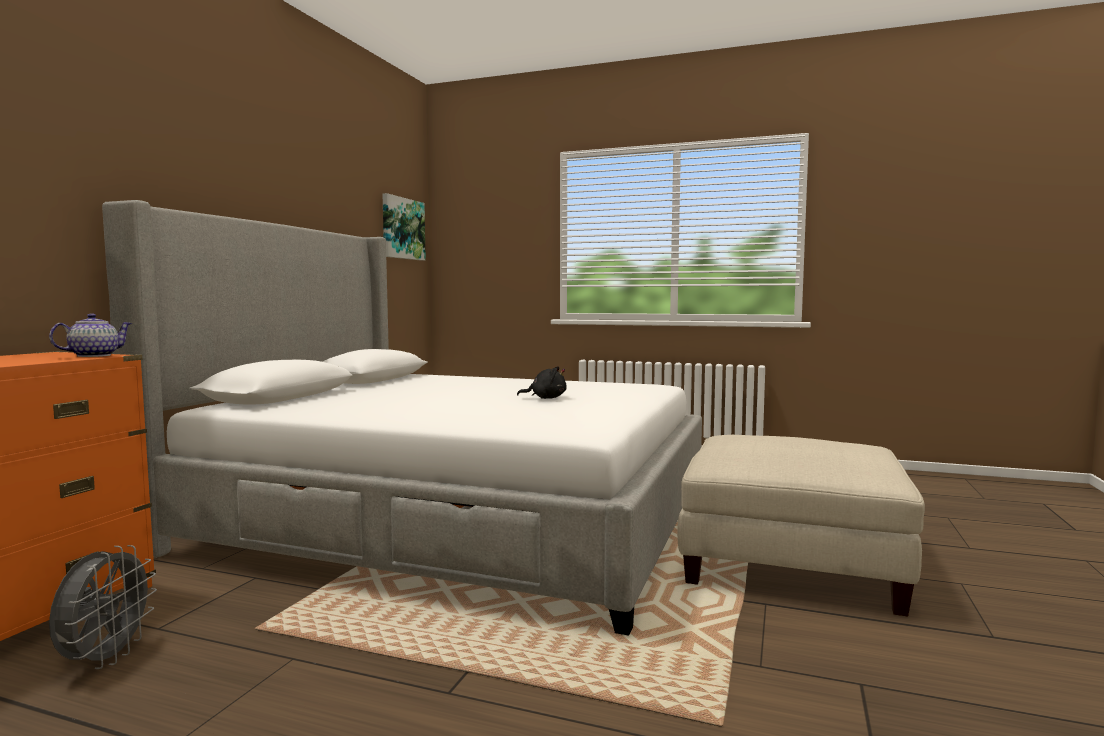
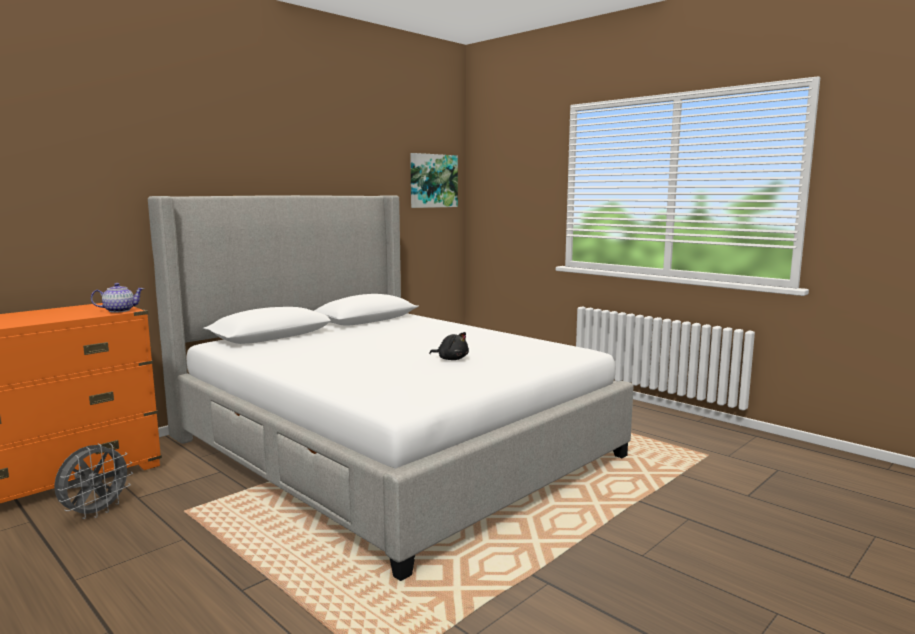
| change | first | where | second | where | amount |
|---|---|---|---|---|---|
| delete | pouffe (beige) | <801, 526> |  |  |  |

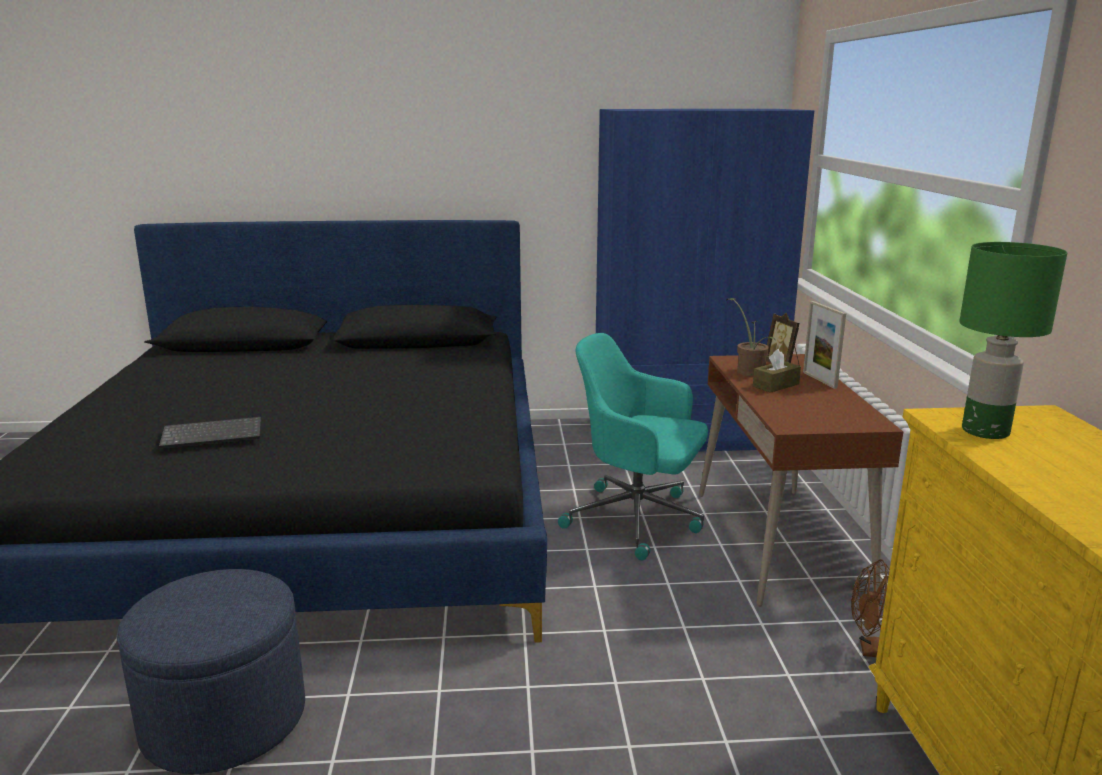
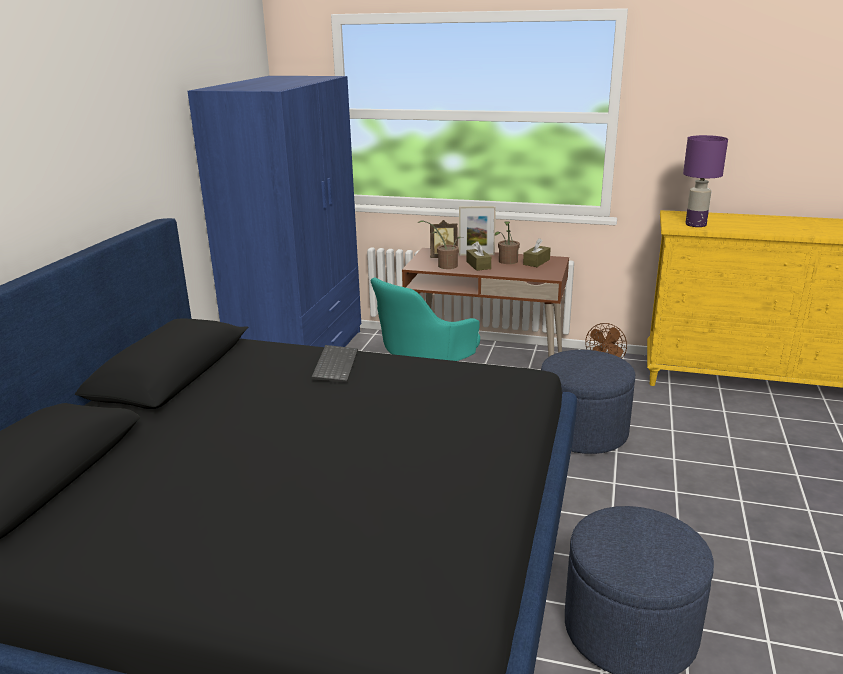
| change | first | where | second | where | amount |
|---|---|---|---|---|---|
| move | PC keyboard | <210, 433> |  | <334, 364> |  |
| insert |  |  | plant in a pot | <507, 242> |  |
| insert |  |  | tissue box (brown-coloured) | <537, 252> |  |
| insert |  |  | pouffe (bluish) | <588, 402> |  |
| recolor | tabletop lamp (green) | <1013, 340> | tabletop lamp (purple) | <705, 181> |  |

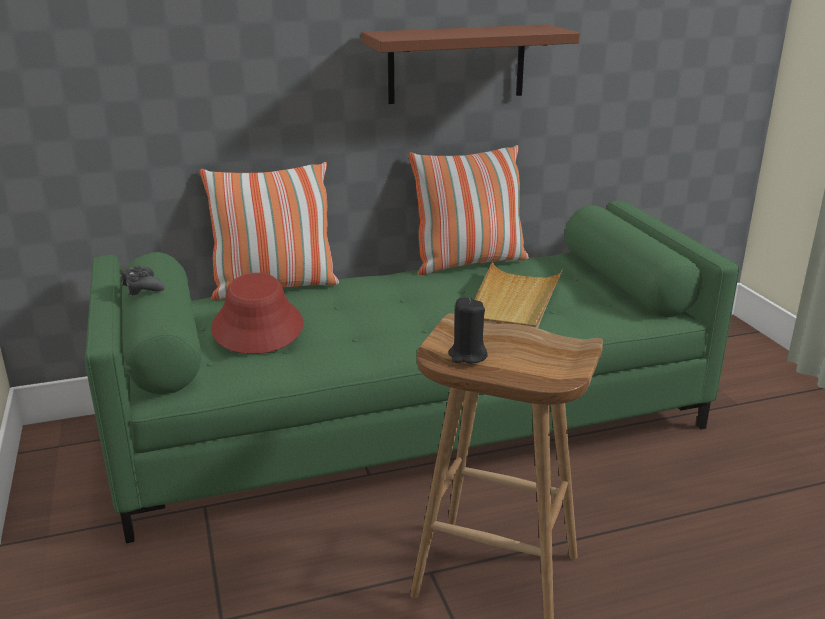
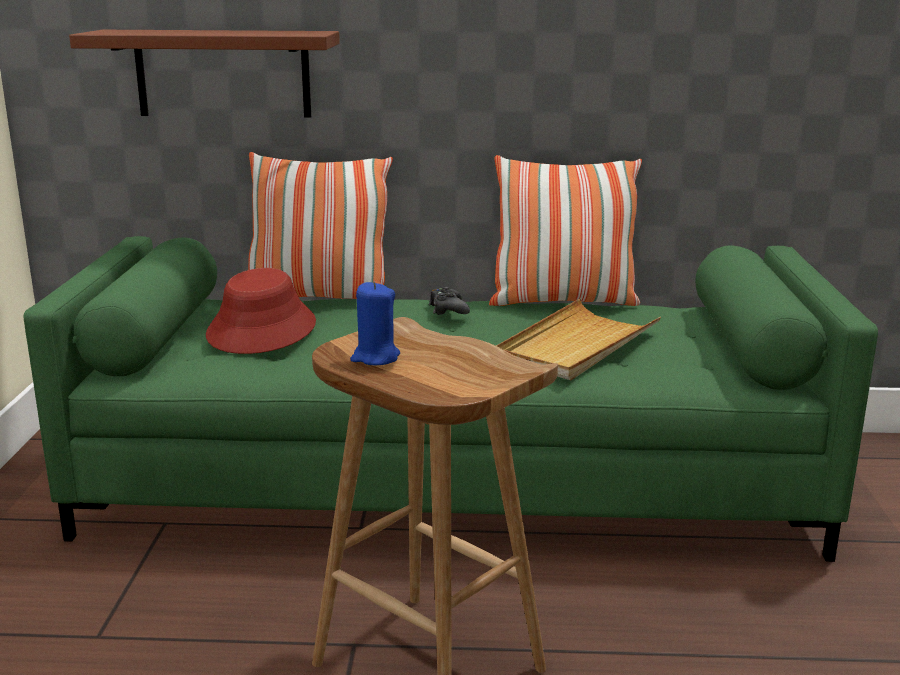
| change | first | where | second | where | amount |
|---|---|---|---|---|---|
| move | wall shelf (brown-coloured) | <470, 64> |  | <204, 74> |  |
| recolor | wax light (black) | <467, 331> | wax light (bluish) | <375, 323> |  |
| move | game controller (black) | <143, 280> |  | <449, 301> |  |

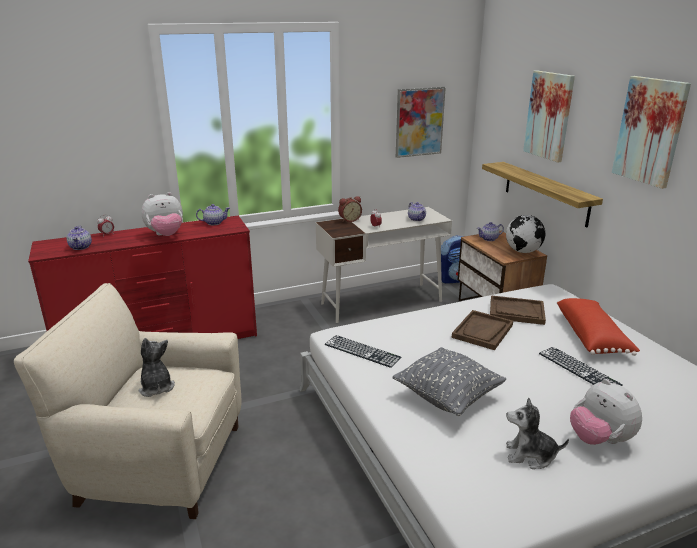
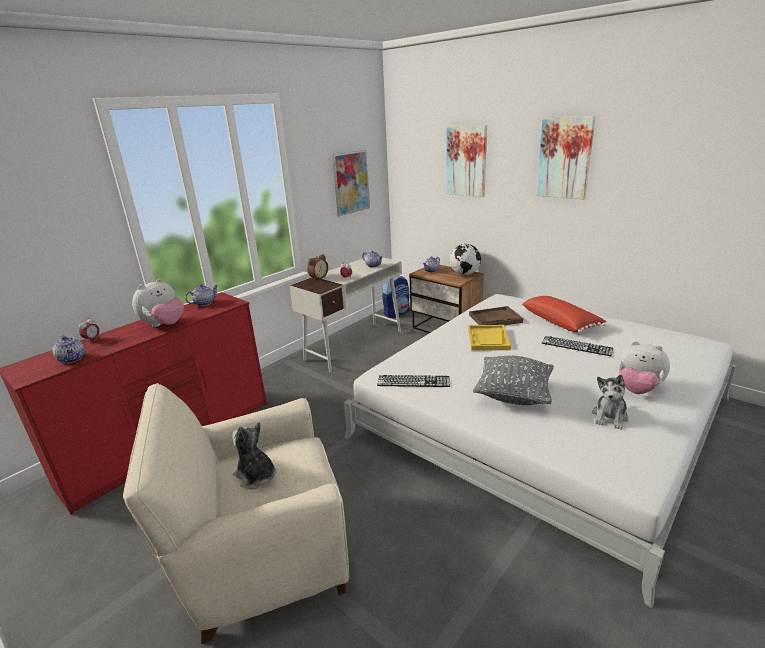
| change | first | where | second | where | amount |
|---|---|---|---|---|---|
| recolor | serving tray (brown-coloured) | <482, 330> | serving tray (yellowish) | <489, 337> |  |
| rotate | cuddly toy | <537, 433> |  | <610, 402> | 45 degrees counterclockwise |
| delete | wall shelf | <542, 195> |  |  |  |

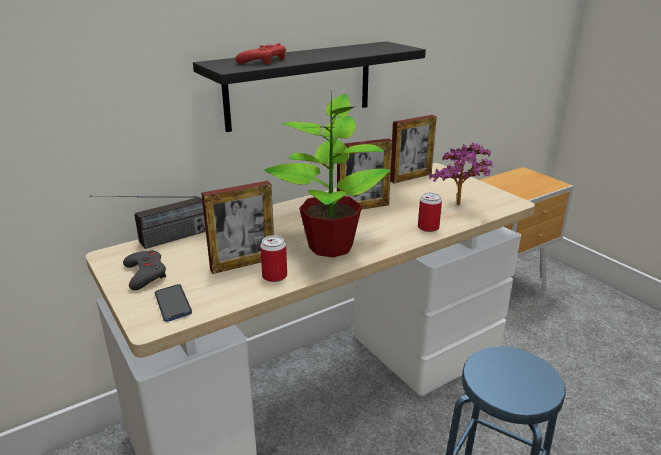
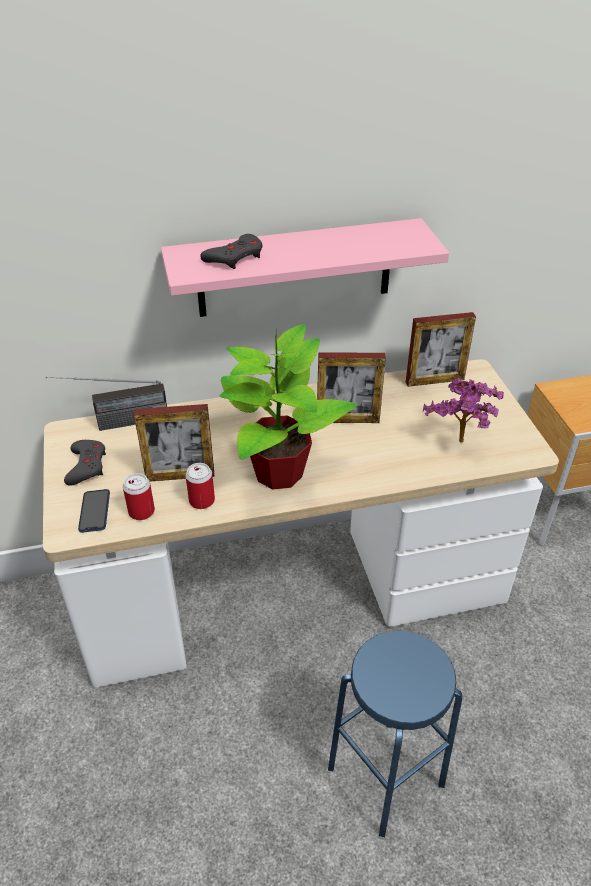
| change | first | where | second | where | amount |
|---|---|---|---|---|---|
| move | metal can | <430, 212> |  | <139, 496> |  |
| recolor | wall shelf (black) | <309, 86> | wall shelf (pink) | <305, 267> |  |
| recolor | game controller (red) | <260, 53> | game controller (grey) | <231, 251> |  |

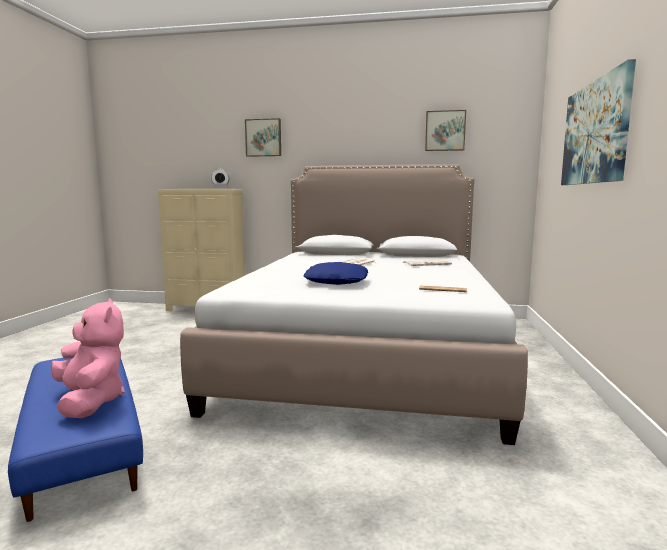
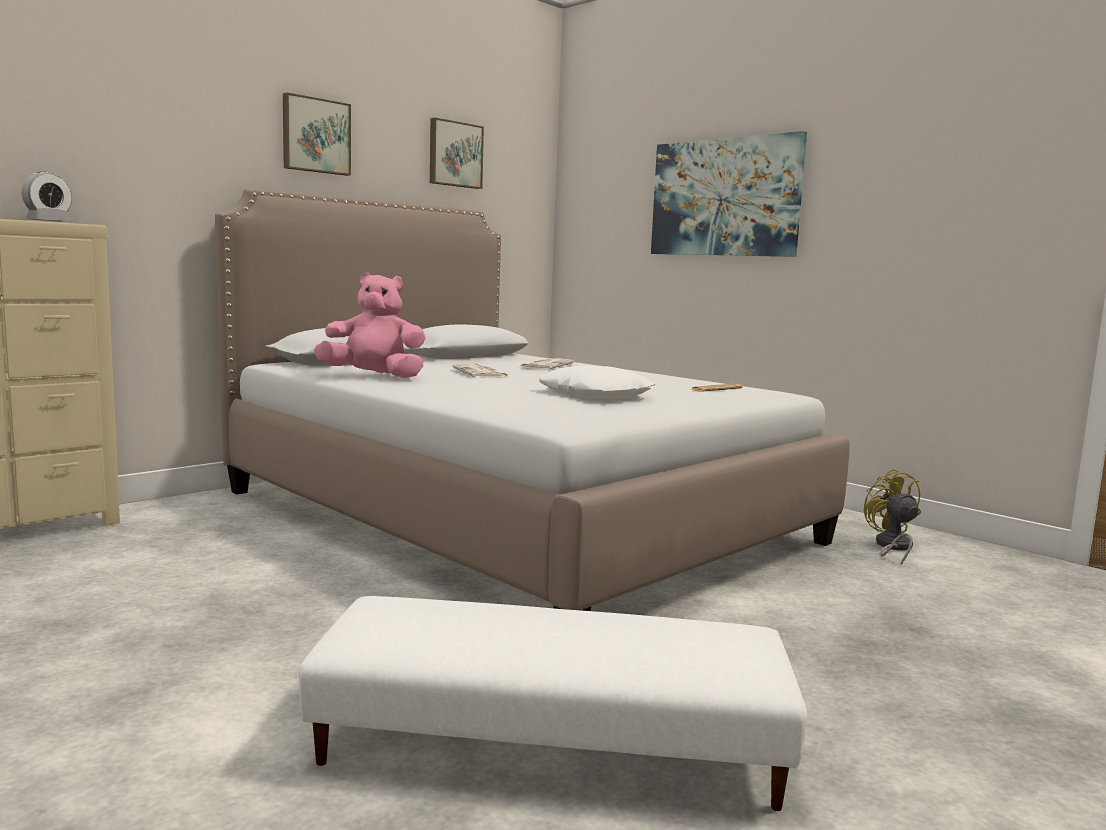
| change | first | where | second | where | amount |
|---|---|---|---|---|---|
| move | wall picture | <263, 137> |  | <317, 134> |  |
| recolor | pouffe (bluish) | <75, 440> | pouffe (whitish) | <553, 703> |  |
| move | cuddly toy (pink) | <88, 358> |  | <370, 325> |  |
| recolor | throw pillow (bluish) | <335, 273> | throw pillow (whitish) | <597, 382> |  |
| insert |  |  | electric fan (yellowish) | <892, 517> |  |

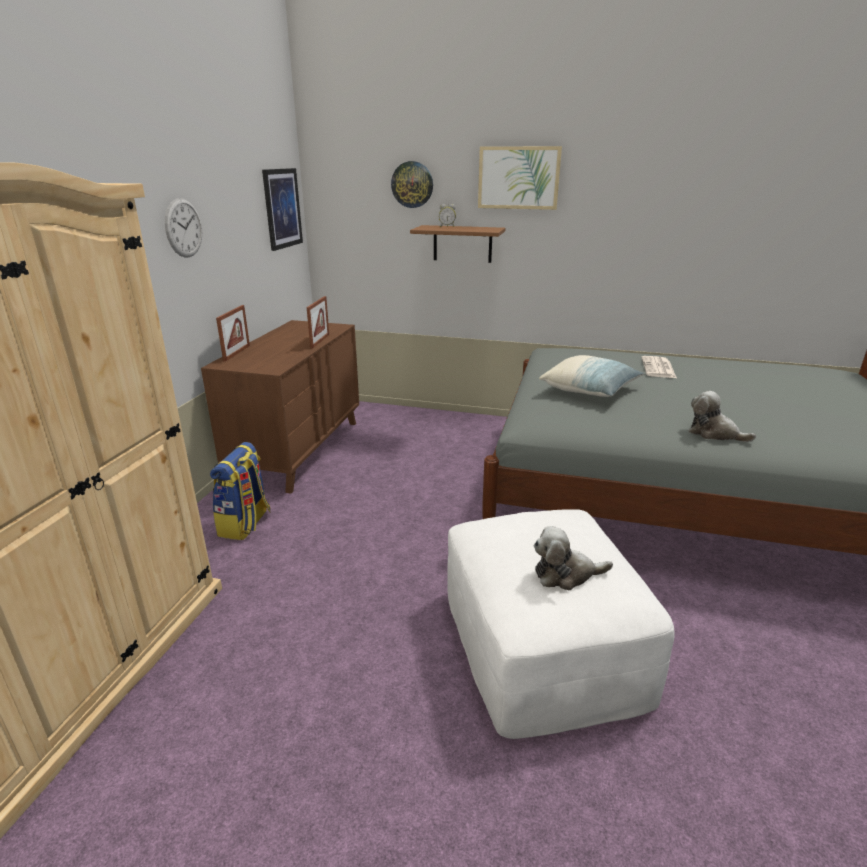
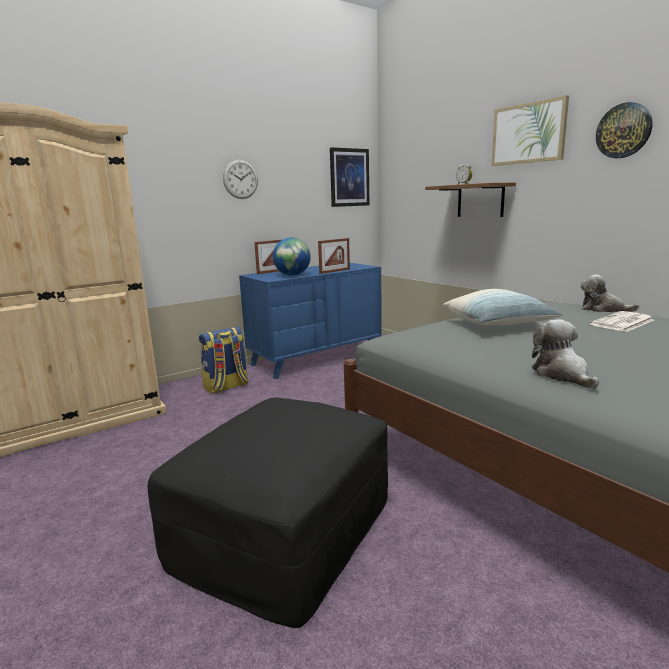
| change | first | where | second | where | amount |
|---|---|---|---|---|---|
| recolor | pouffe (whitish) | <561, 624> | pouffe (black) | <268, 513> |  |
| recolor | dresser (brown-coloured) | <280, 406> | dresser (bluish) | <310, 321> |  |
| insert |  |  | globe | <292, 256> |  |
| move | cuddly toy | <573, 558> |  | <610, 293> |  |
| move | wall clock | <412, 184> |  | <624, 130> |  |

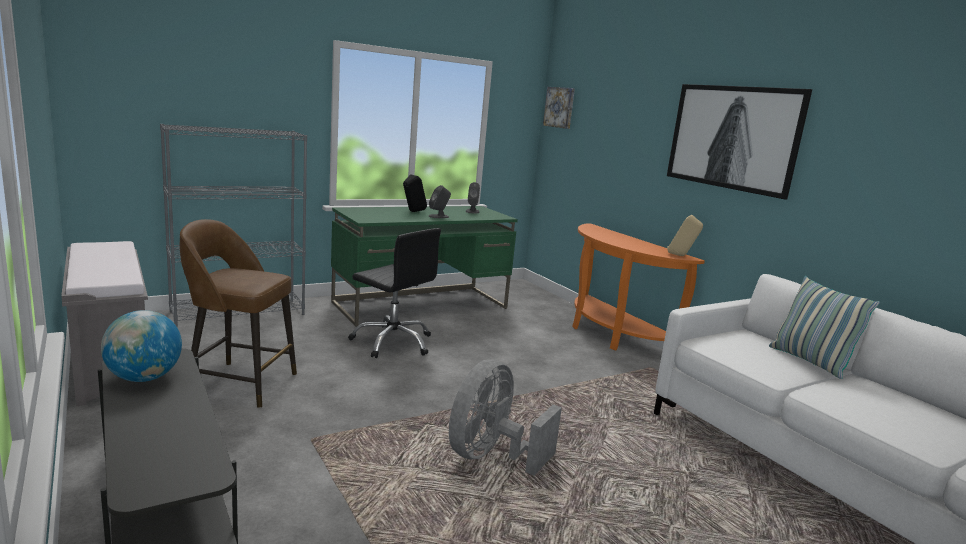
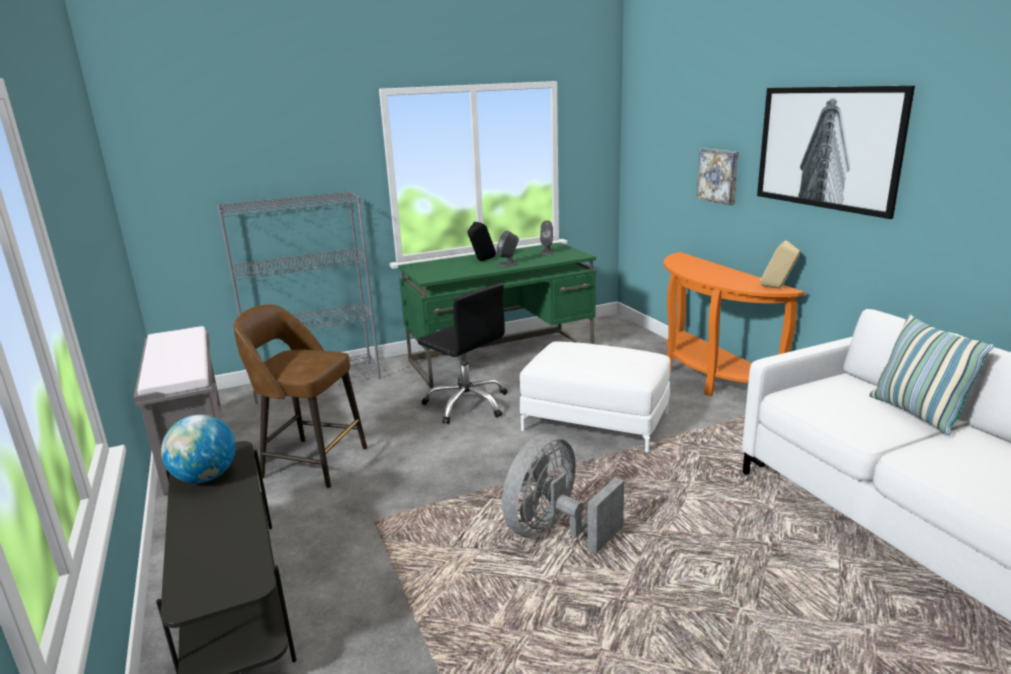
| change | first | where | second | where | amount |
|---|---|---|---|---|---|
| insert |  |  | pouffe (whitish) | <595, 397> |  |
| move | wall picture | <559, 108> |  | <718, 176> |  |

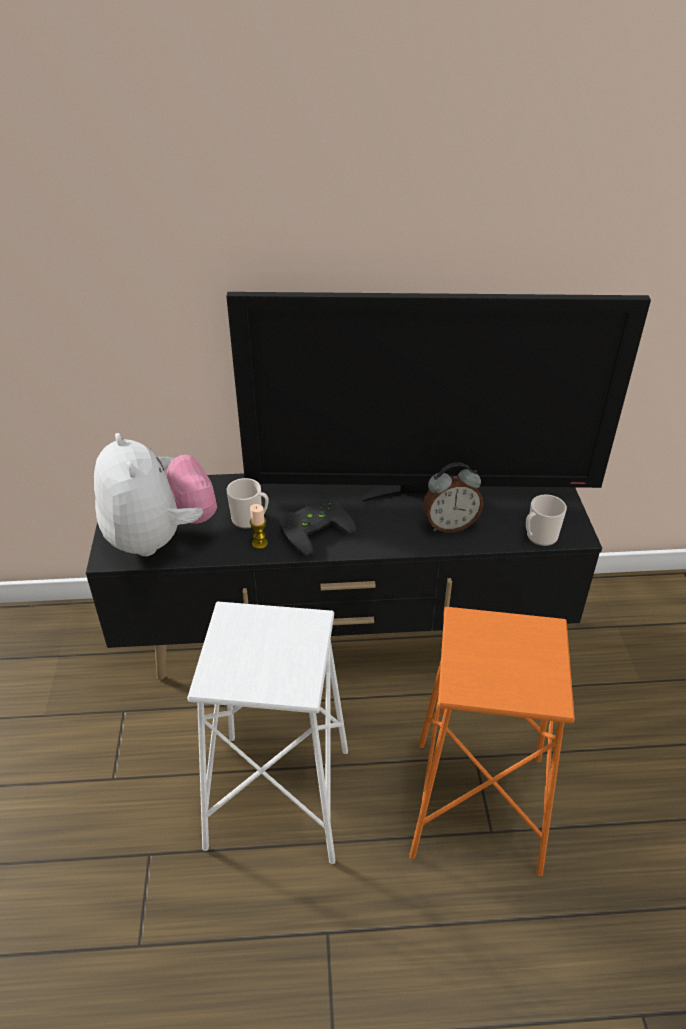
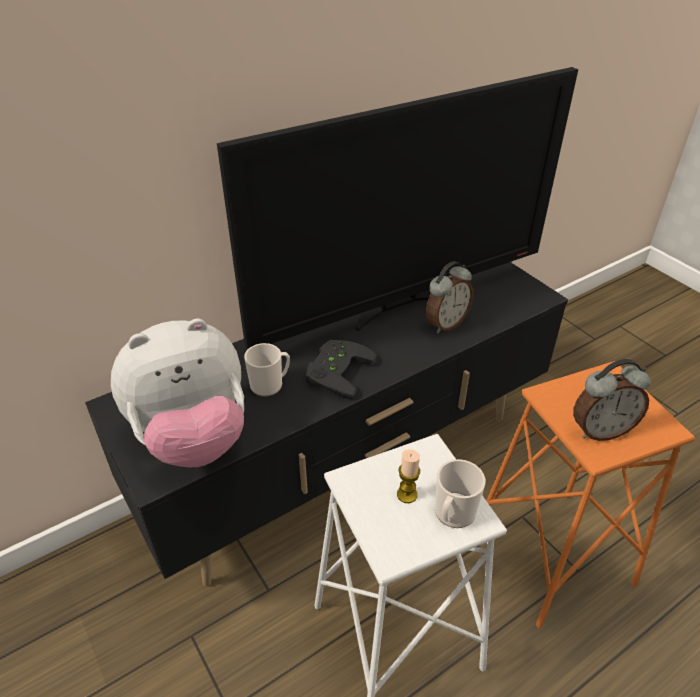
| change | first | where | second | where | amount |
|---|---|---|---|---|---|
| rotate | cuddly toy | <155, 494> |  | <177, 393> | 120 degrees clockwise |
| move | wax light | <259, 526> |  | <408, 476> |  |
| move | tea mug | <546, 520> |  | <460, 493> |  |
| insert |  |  | bedside clock | <612, 400> |  |

